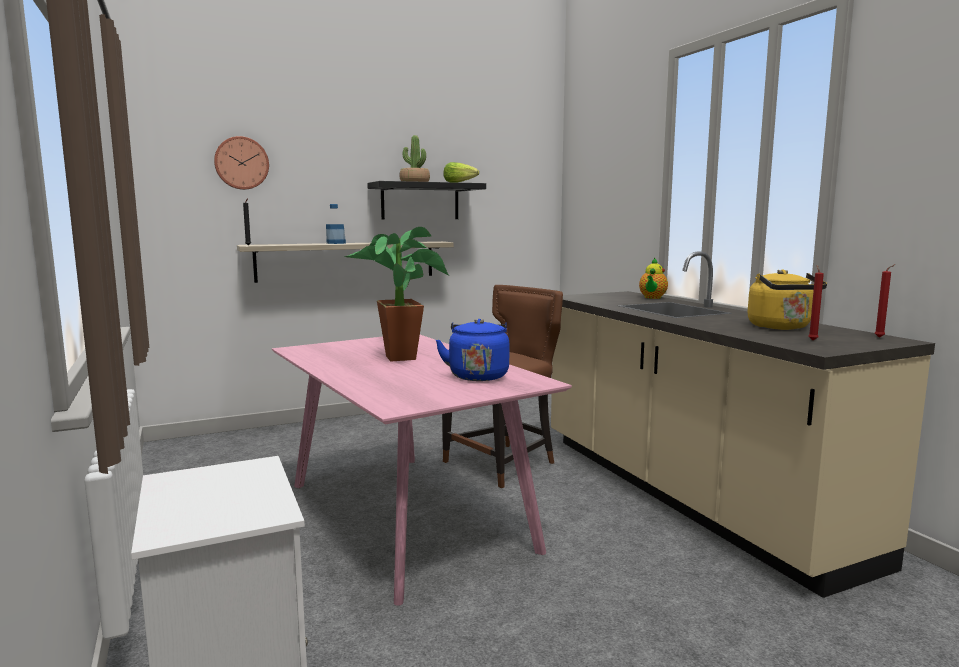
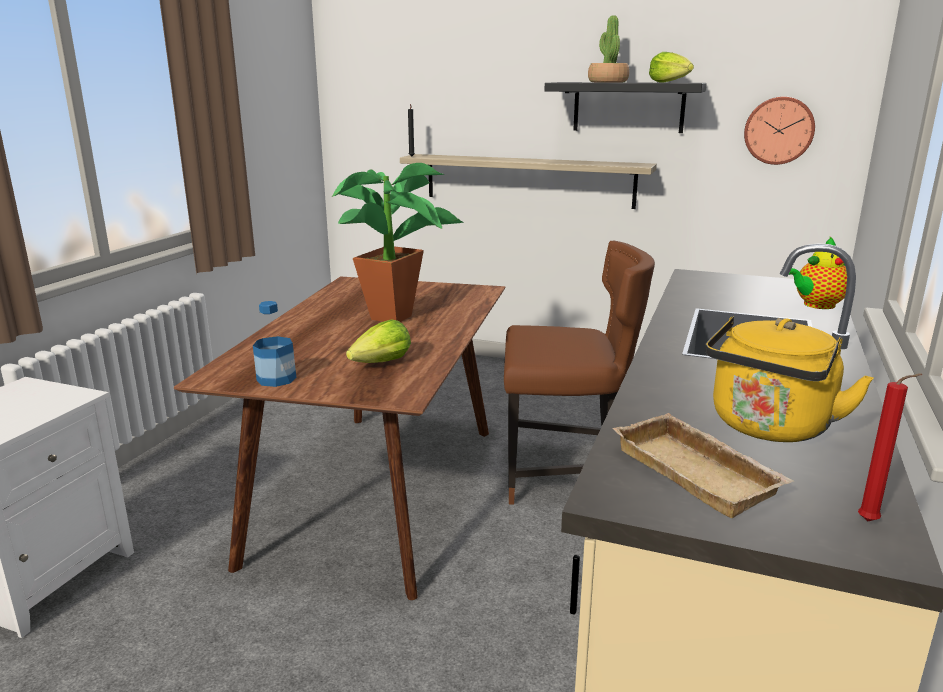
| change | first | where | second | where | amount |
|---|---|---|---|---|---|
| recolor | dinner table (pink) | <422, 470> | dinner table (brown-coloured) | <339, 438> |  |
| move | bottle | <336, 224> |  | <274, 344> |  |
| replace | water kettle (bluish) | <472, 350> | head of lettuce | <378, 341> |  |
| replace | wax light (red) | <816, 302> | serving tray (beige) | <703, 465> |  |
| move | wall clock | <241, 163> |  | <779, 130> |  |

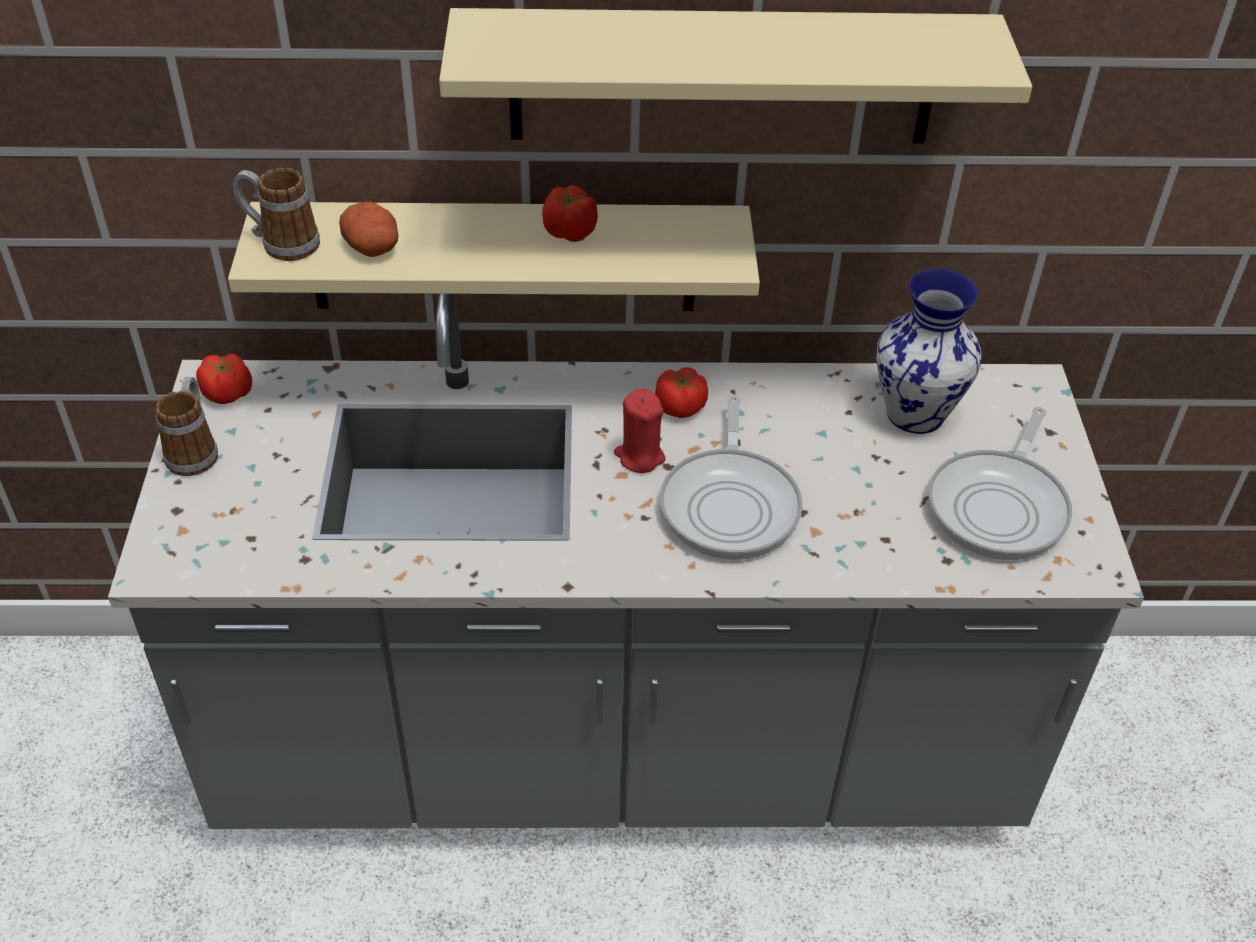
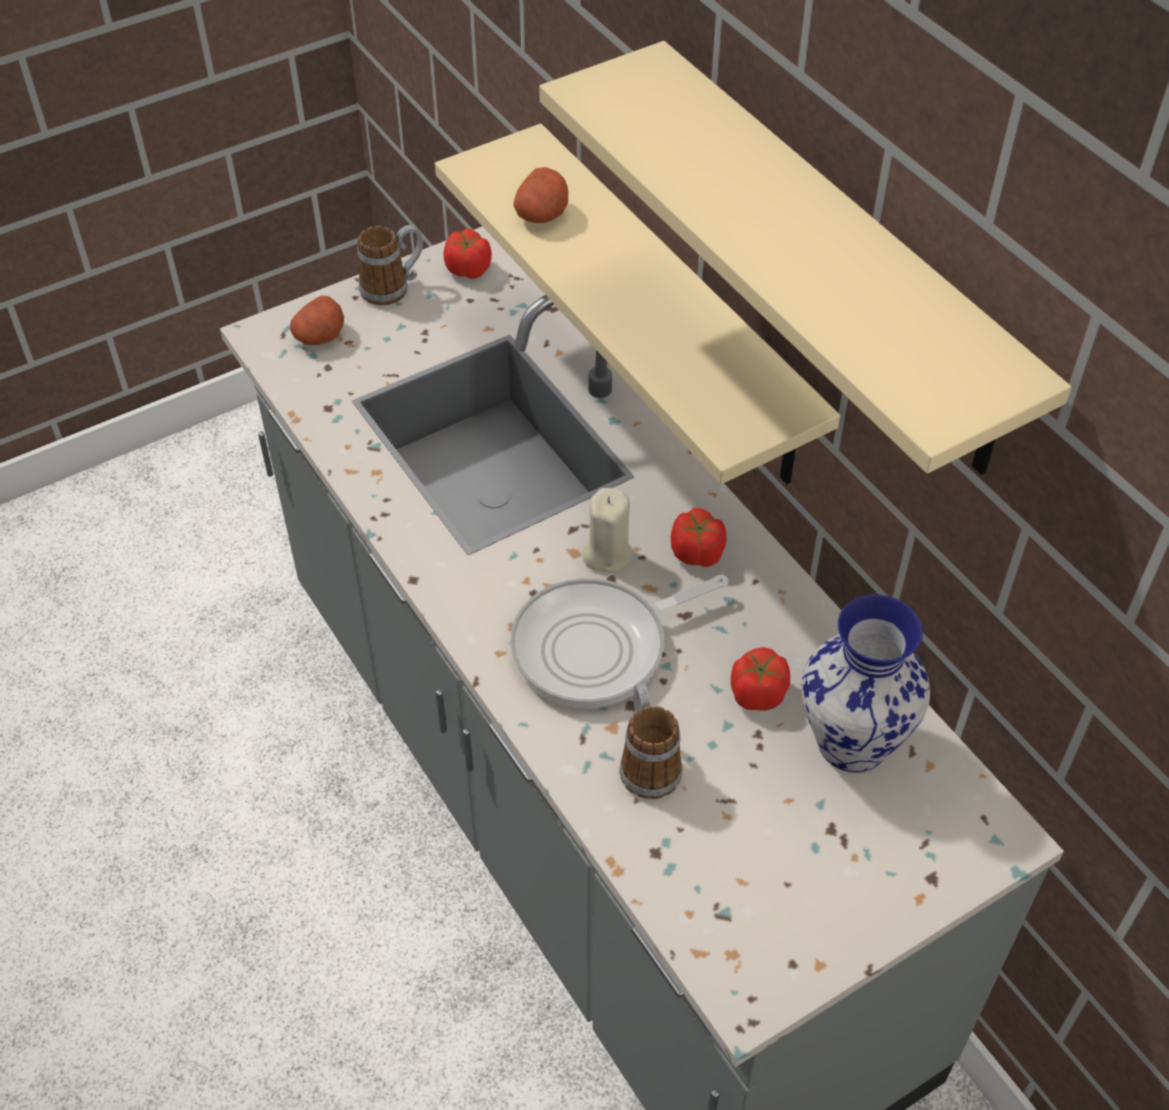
| change | first | where | second | where | amount |
|---|---|---|---|---|---|
| insert |  |  | whole potato | <317, 320> |  |
| recolor | wax light (red) | <639, 431> | wax light (beige) | <608, 530> |  |
| move | tea mug | <276, 214> |  | <650, 741> |  |
| move | fresh tomato | <570, 213> |  | <760, 679> |  |
| delete | pan | <1000, 483> |  |  |  |

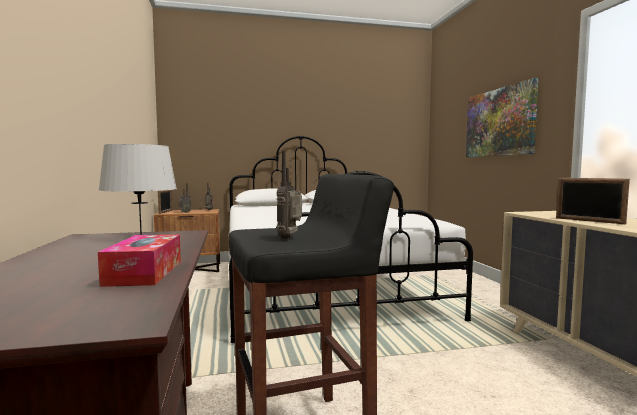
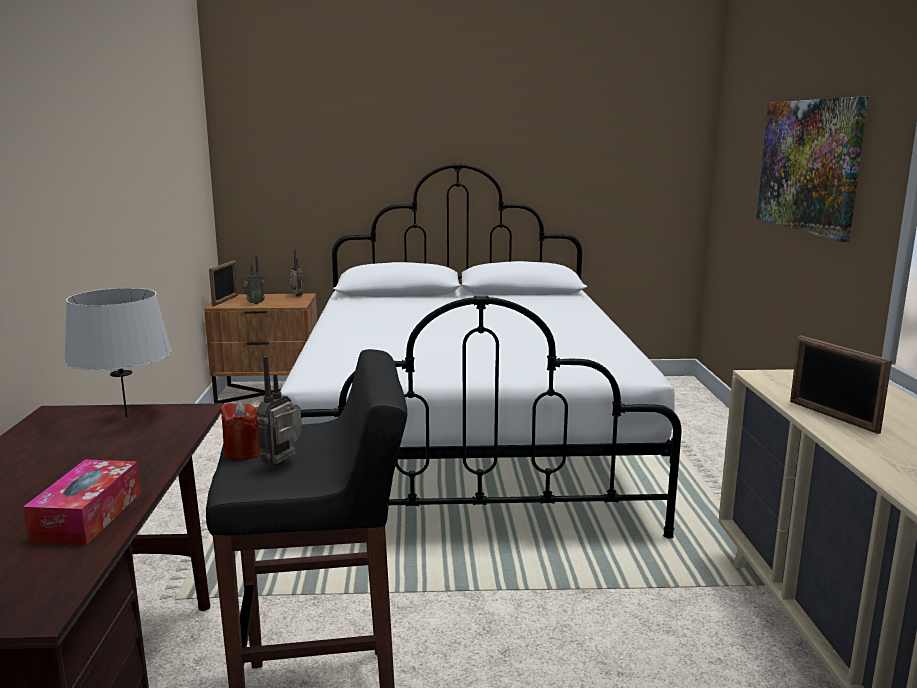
| change | first | where | second | where | amount |
|---|---|---|---|---|---|
| insert |  |  | wax light (red) | <240, 431> |  |

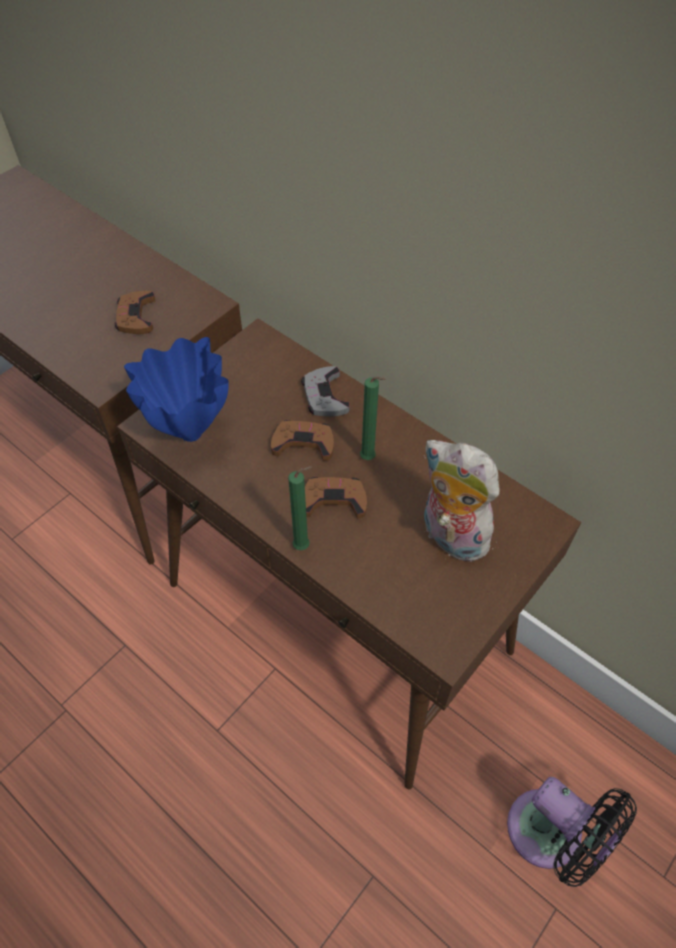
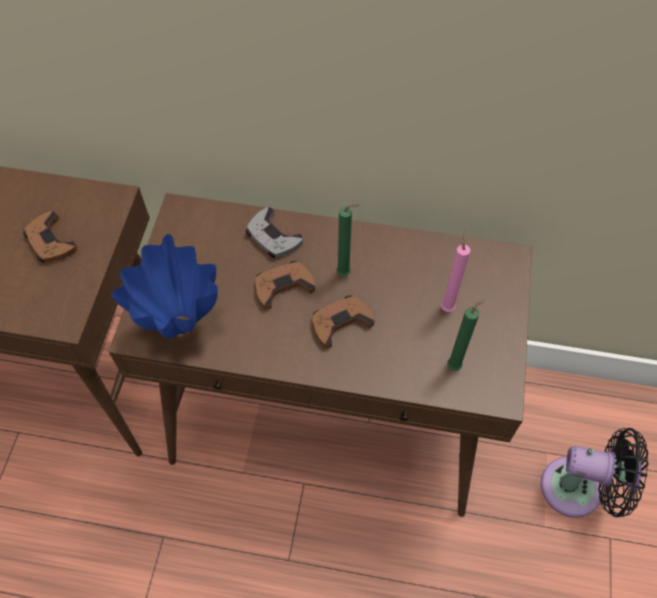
| change | first | where | second | where | amount |
|---|---|---|---|---|---|
| replace | cuddly toy | <461, 501> | wax light (pink) | <456, 271> |  |
| move | wax light (green) | <300, 508> |  | <466, 334> |  |

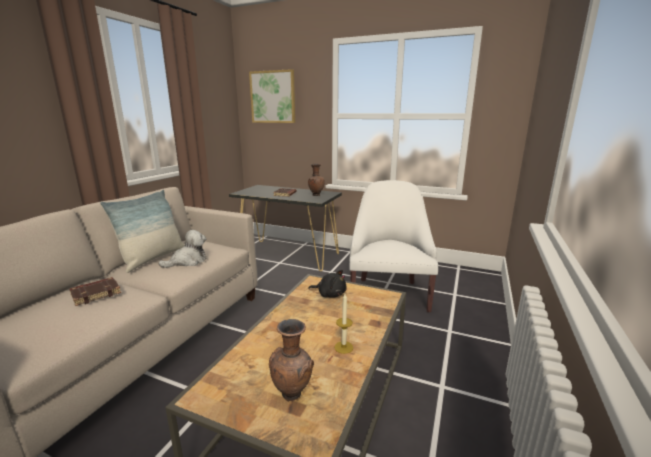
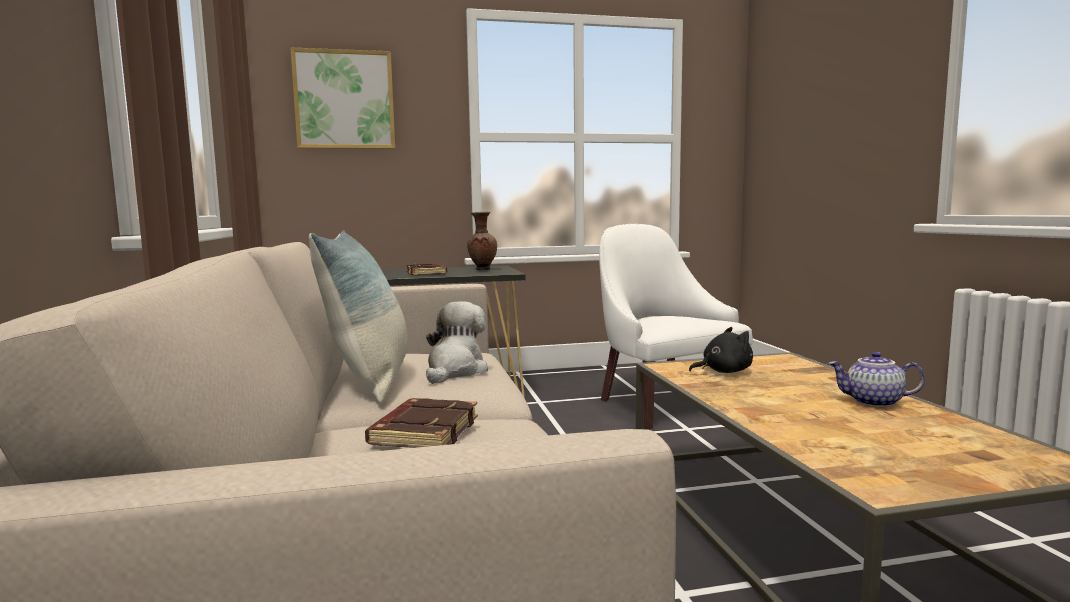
| change | first | where | second | where | amount |
|---|---|---|---|---|---|
| replace | wax light | <343, 324> | tea pot | <876, 379> |  |
| delete | vase (brown-coloured) | <291, 360> |  |  |  |

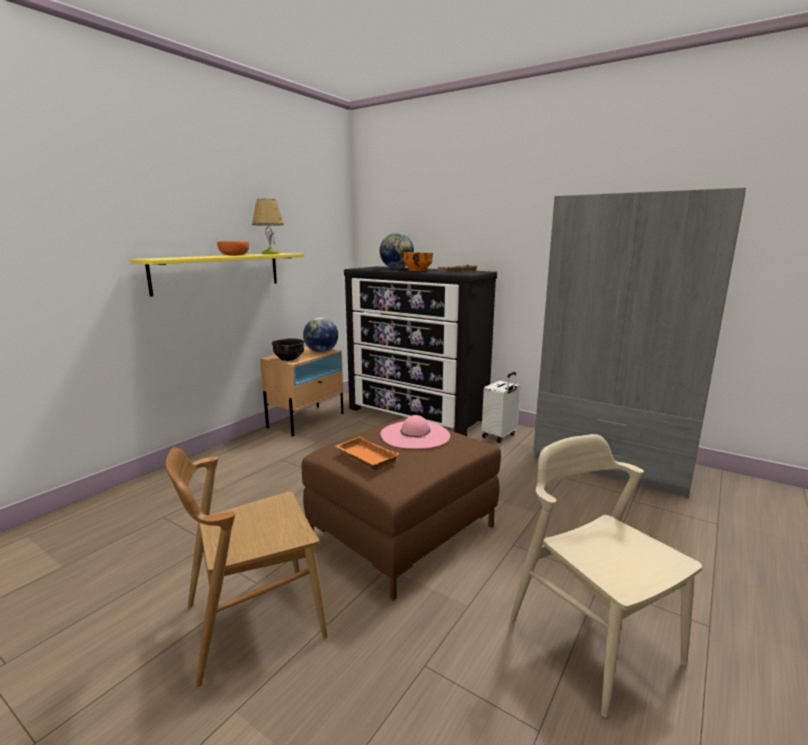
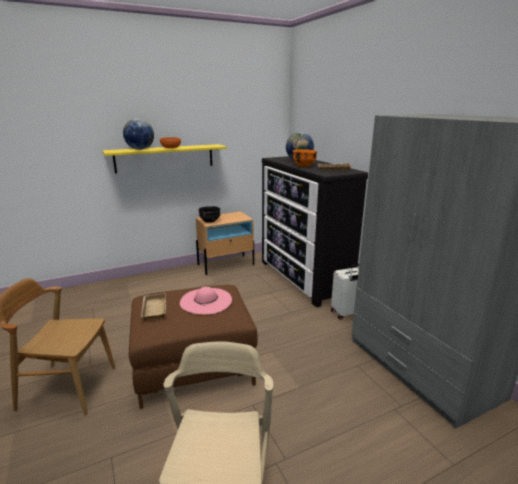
| change | first | where | second | where | amount |
|---|---|---|---|---|---|
| move | globe | <320, 335> |  | <138, 134> |  |
| recolor | serving tray (orange) | <367, 453> | serving tray (beige) | <153, 307> |  |
| delete | tabletop lamp | <268, 226> |  |  |  |

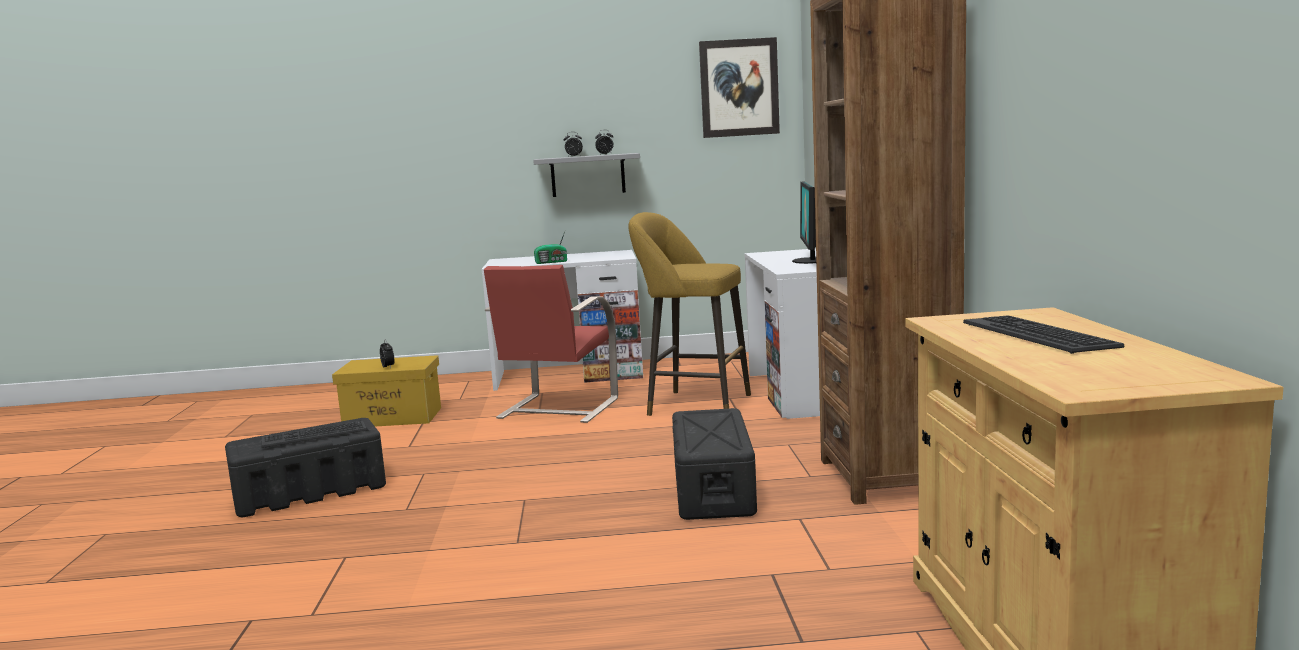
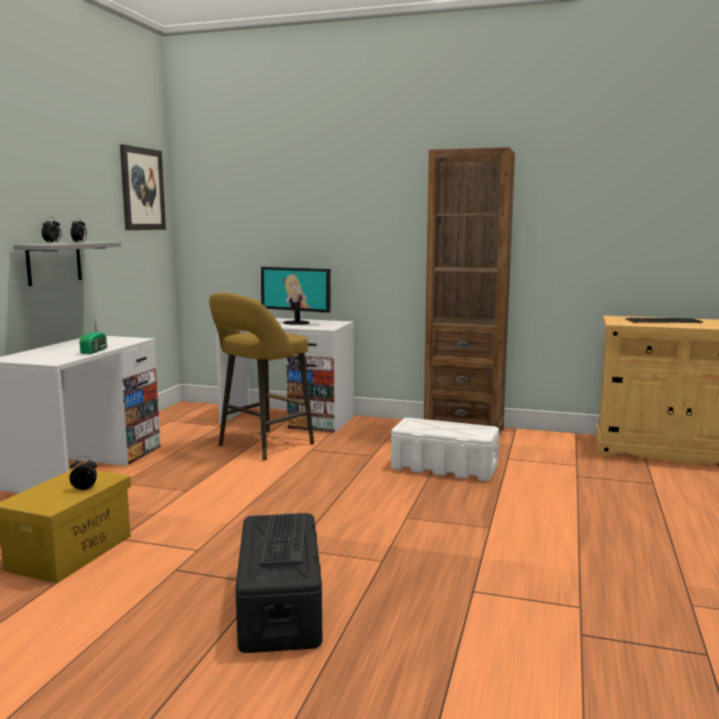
| change | first | where | second | where | amount |
|---|---|---|---|---|---|
| recolor | storage container (black) | <714, 464> | storage container (whitish) | <445, 449> |  |
| delete | plain chair (red) | <551, 344> |  |  |  |

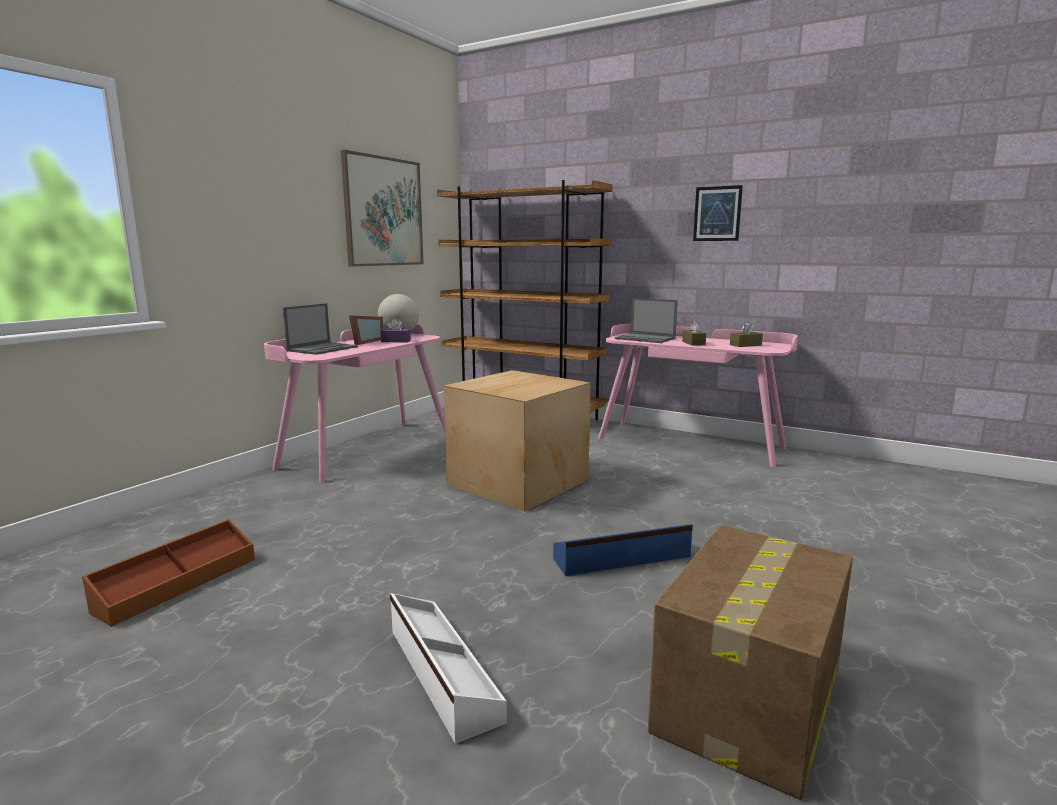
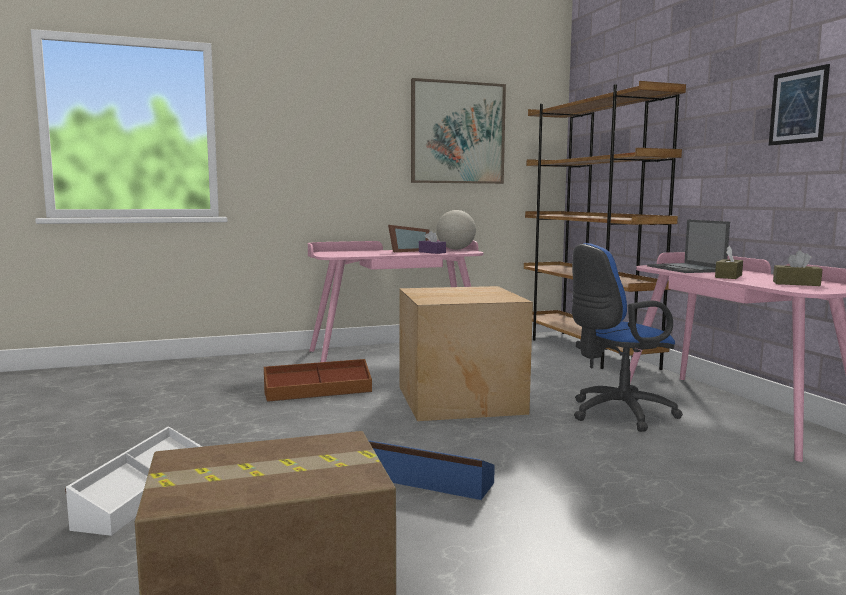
| change | first | where | second | where | amount |
|---|---|---|---|---|---|
| move | storage container (brown-coloured) | <168, 573> |  | <318, 380> |  |
| insert |  |  | desk chair (bluish) | <627, 337> |  |
| delete | portable computer | <320, 329> |  |  |  |

